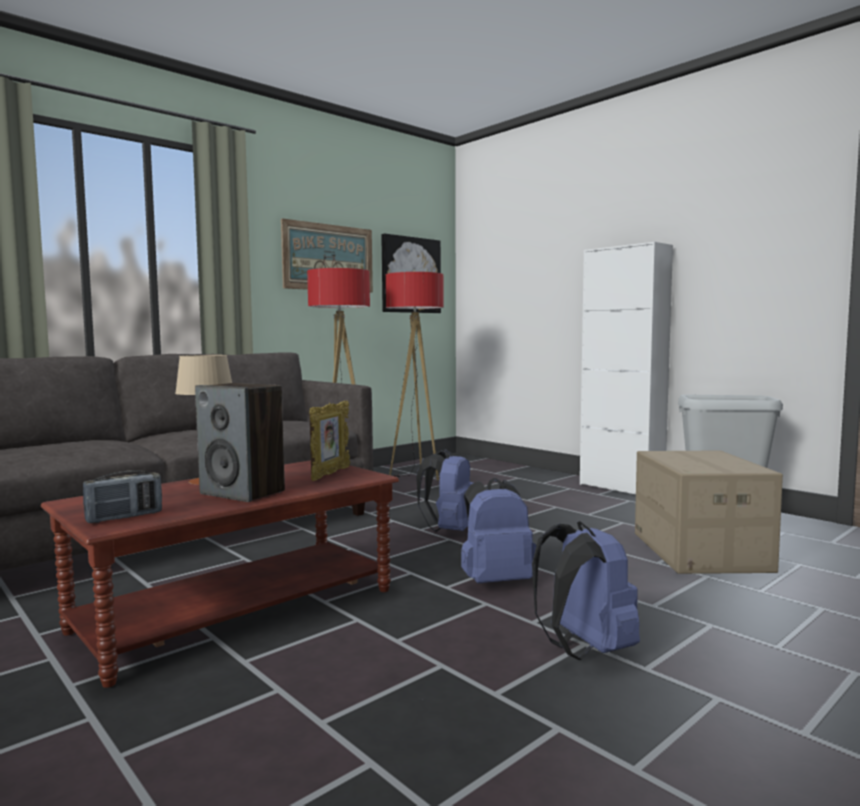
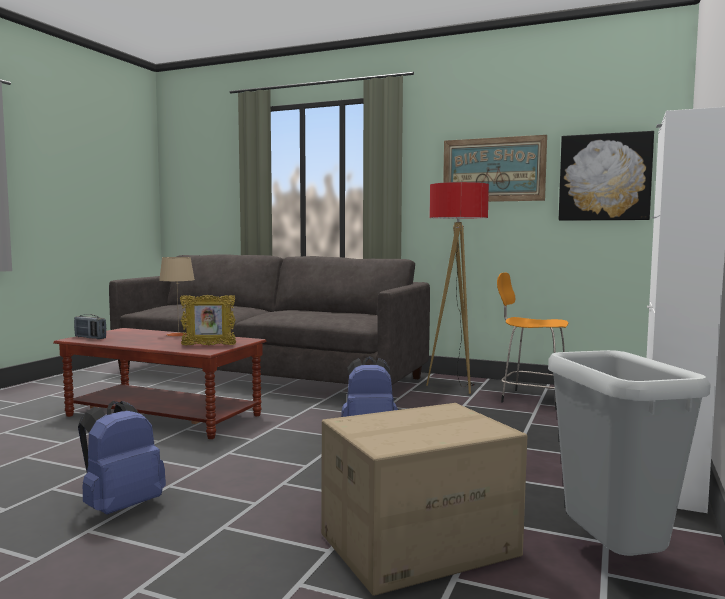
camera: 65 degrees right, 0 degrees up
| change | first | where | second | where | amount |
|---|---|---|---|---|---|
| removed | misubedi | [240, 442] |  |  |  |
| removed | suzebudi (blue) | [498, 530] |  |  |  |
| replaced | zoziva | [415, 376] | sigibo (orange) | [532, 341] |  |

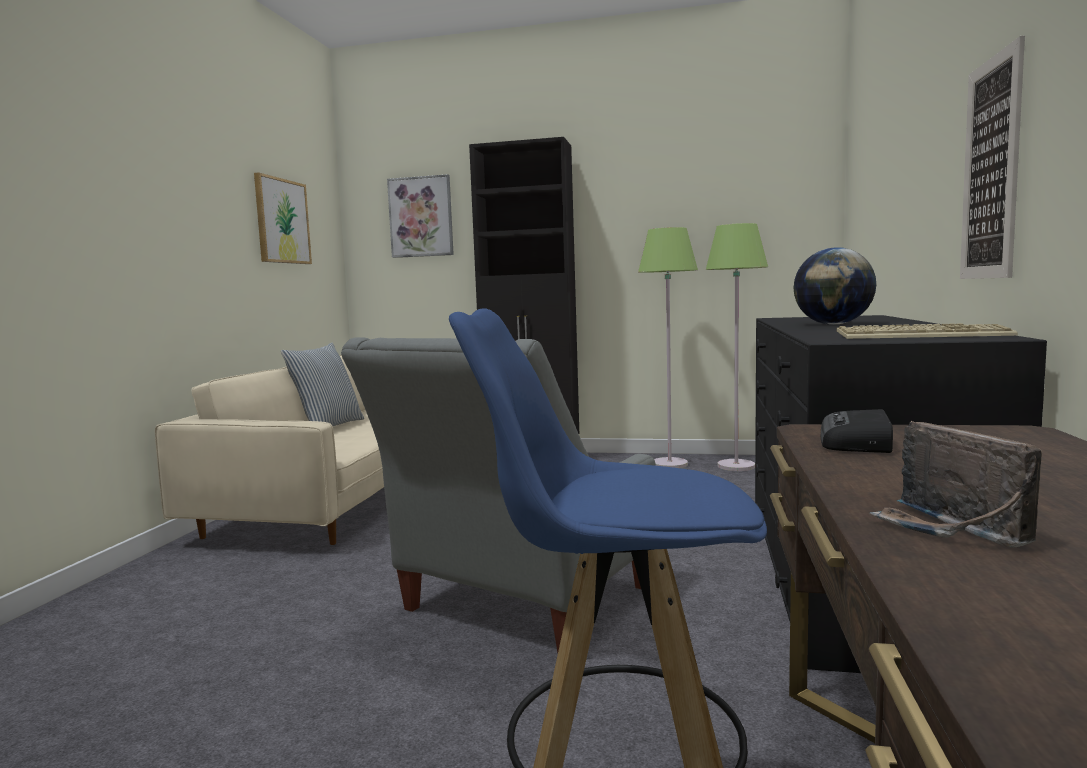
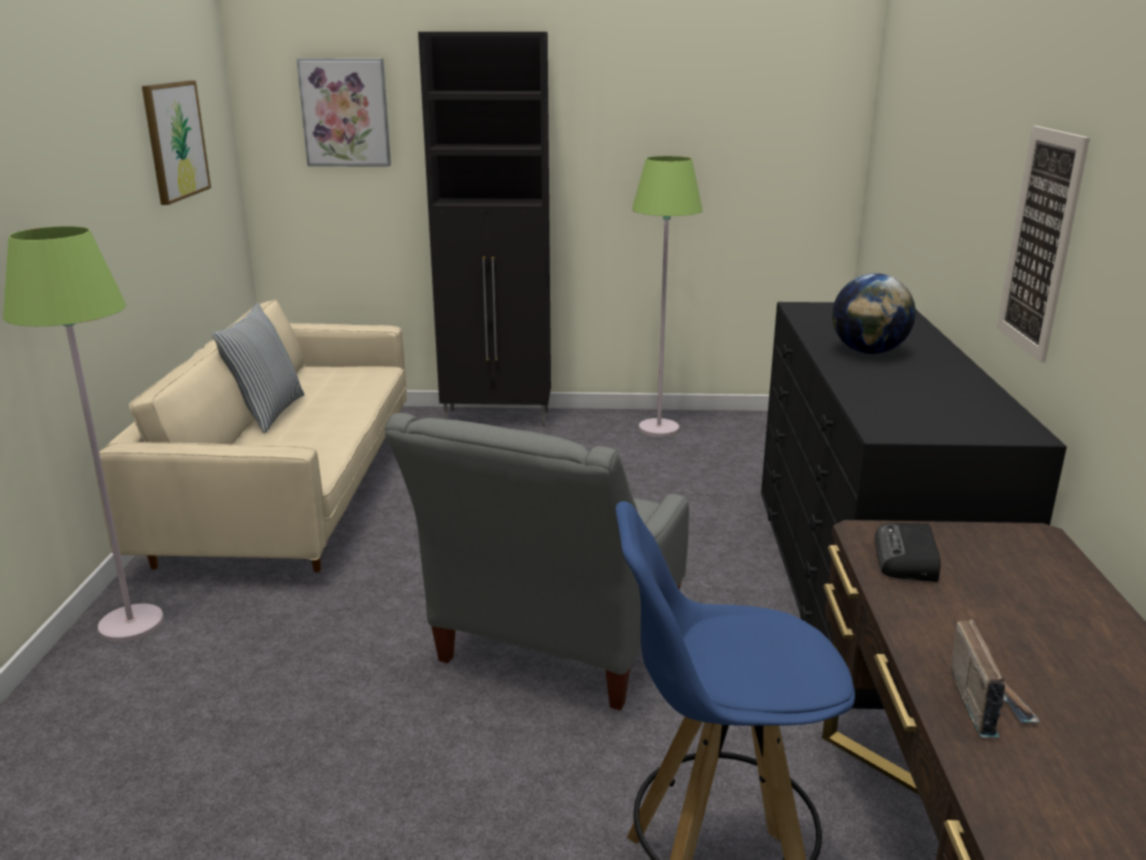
camera: 10 degrees left, 15 degrees up
| change | first | where | second | where | amount |
|---|---|---|---|---|---|
| removed | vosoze | [927, 331] |  |  |  |
| moved | zoziva (green) | [737, 347] |  | [83, 434] |  |
| turned | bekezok | [955, 484] |  | [995, 678] | 150 degrees counterclockwise |

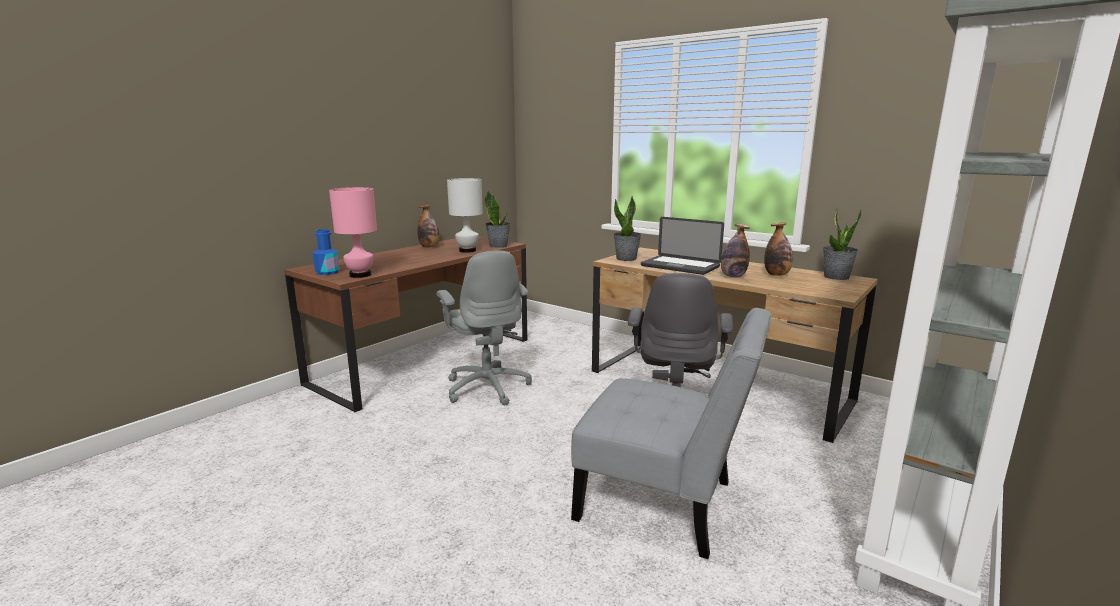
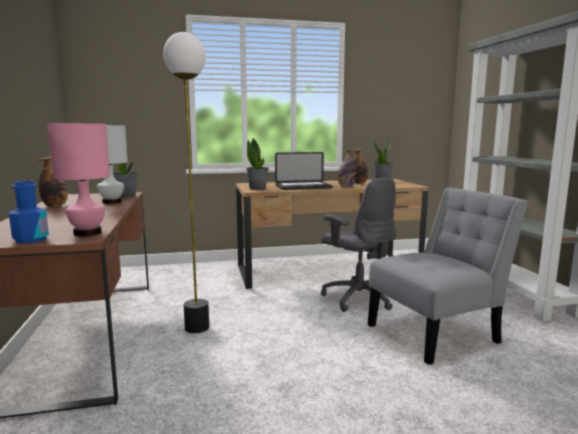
camera: 50 degrees left, 5 degrees down
| change | first | where | second | where | amount |
|---|---|---|---|---|---|
| replaced | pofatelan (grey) | [484, 328] | zoziva | [186, 182] |  |

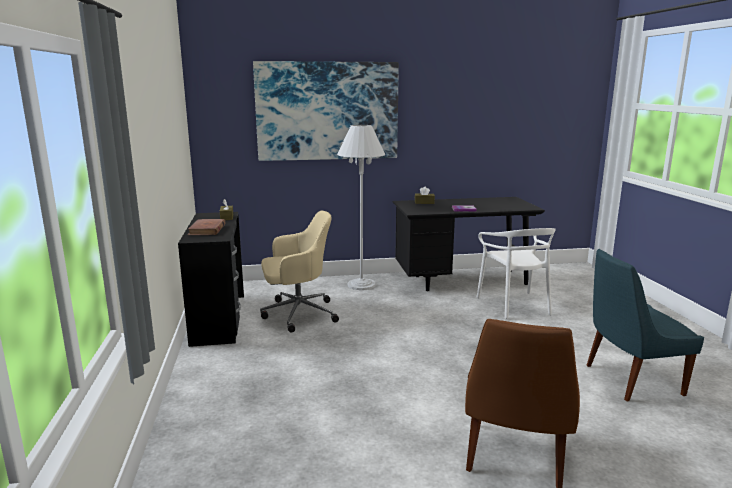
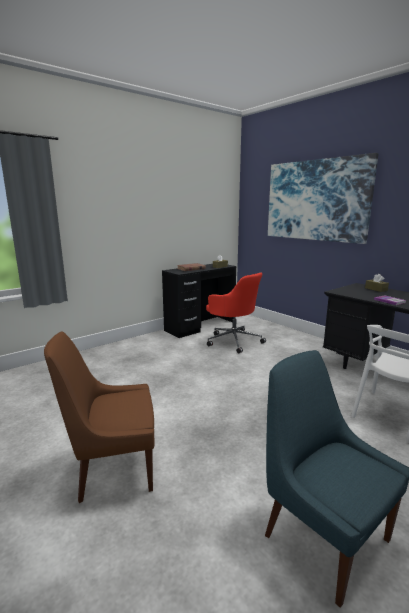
camera: 60 degrees right, 0 degrees up
| change | first | where | second | where | amount |
|---|---|---|---|---|---|
| removed | zoziva (white) | [361, 207] |  |  |  |
| recoloured | pofatelan (beige) | [299, 272] | pofatelan (red) | [236, 313] |  |

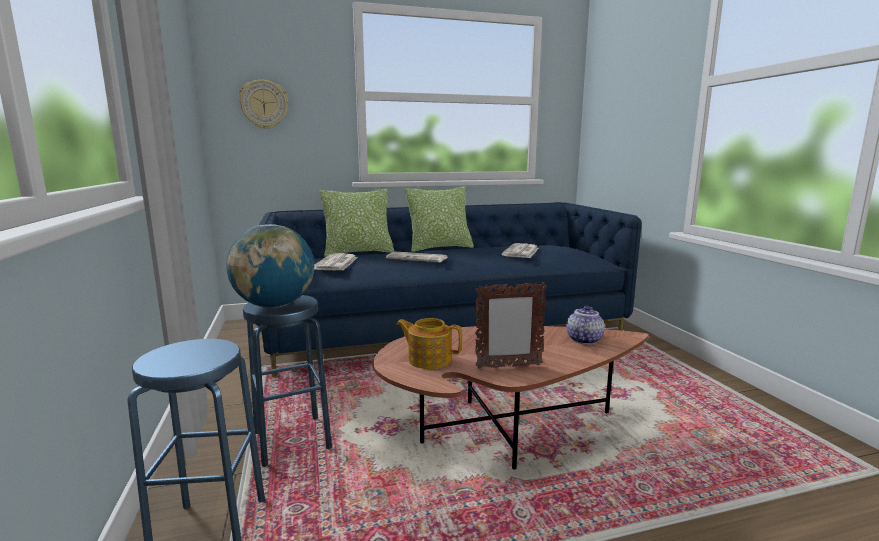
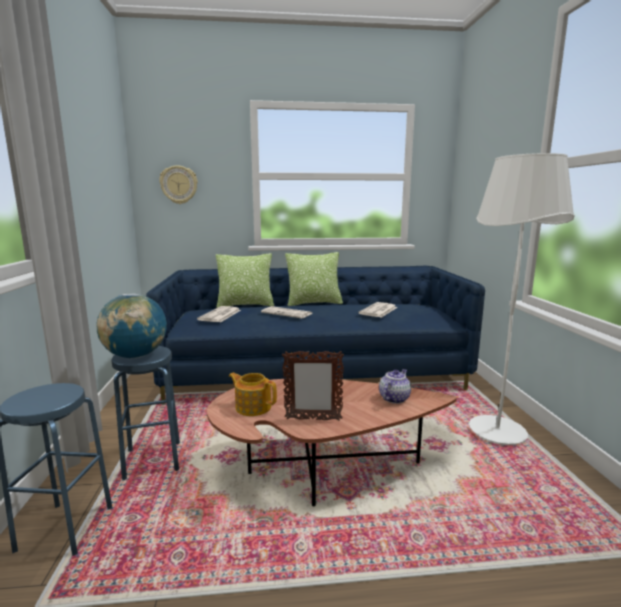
camera: 10 degrees right, 0 degrees up
| change | first | where | second | where | amount |
|---|---|---|---|---|---|
| added |  |  | zoziva (white) | [522, 299] |  |

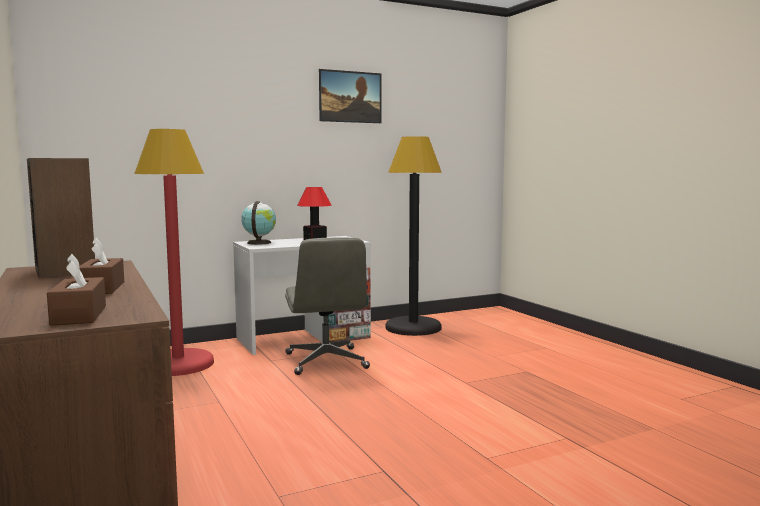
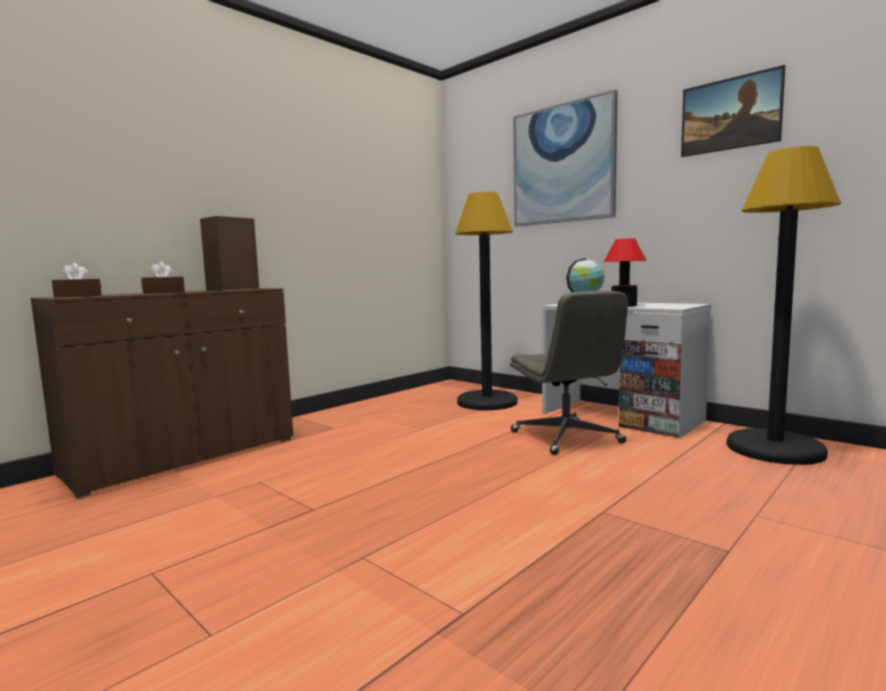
camera: 70 degrees right, 0 degrees up
| change | first | where | second | where | amount |
|---|---|---|---|---|---|
| added |  |  | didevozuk | [565, 158] |  |
| recoloured | zoziva (red) | [174, 252] | zoziva (black) | [486, 301] |  |
| turned | pofatelan (grey) | [327, 306] |  | [569, 373] | 75 degrees counterclockwise |

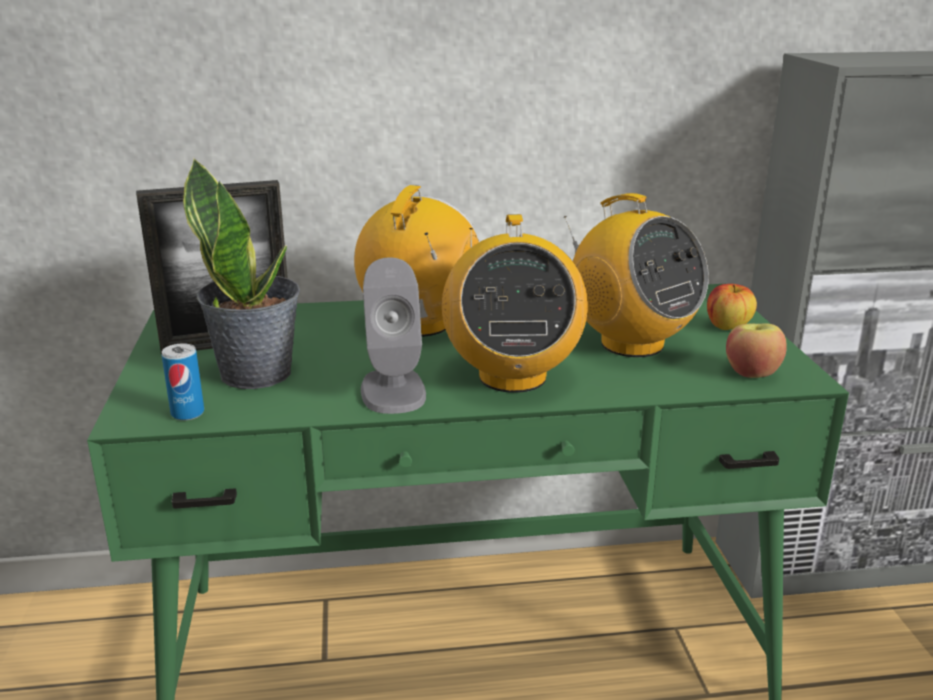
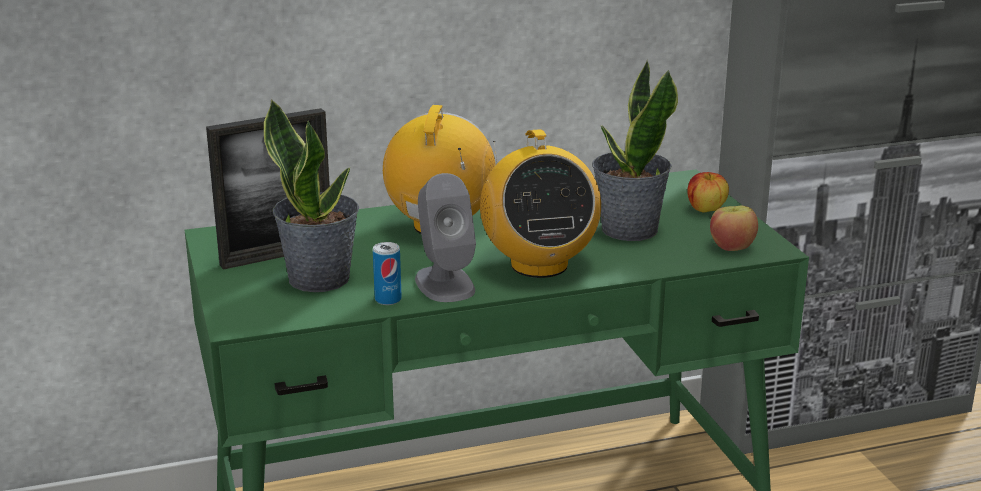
camera: 10 degrees left, 0 degrees up
| change | first | where | second | where | amount |
|---|---|---|---|---|---|
| moved | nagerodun | [183, 382] |  | [387, 273] |  |
| replaced | bekezok | [636, 275] | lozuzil | [635, 150] |  |

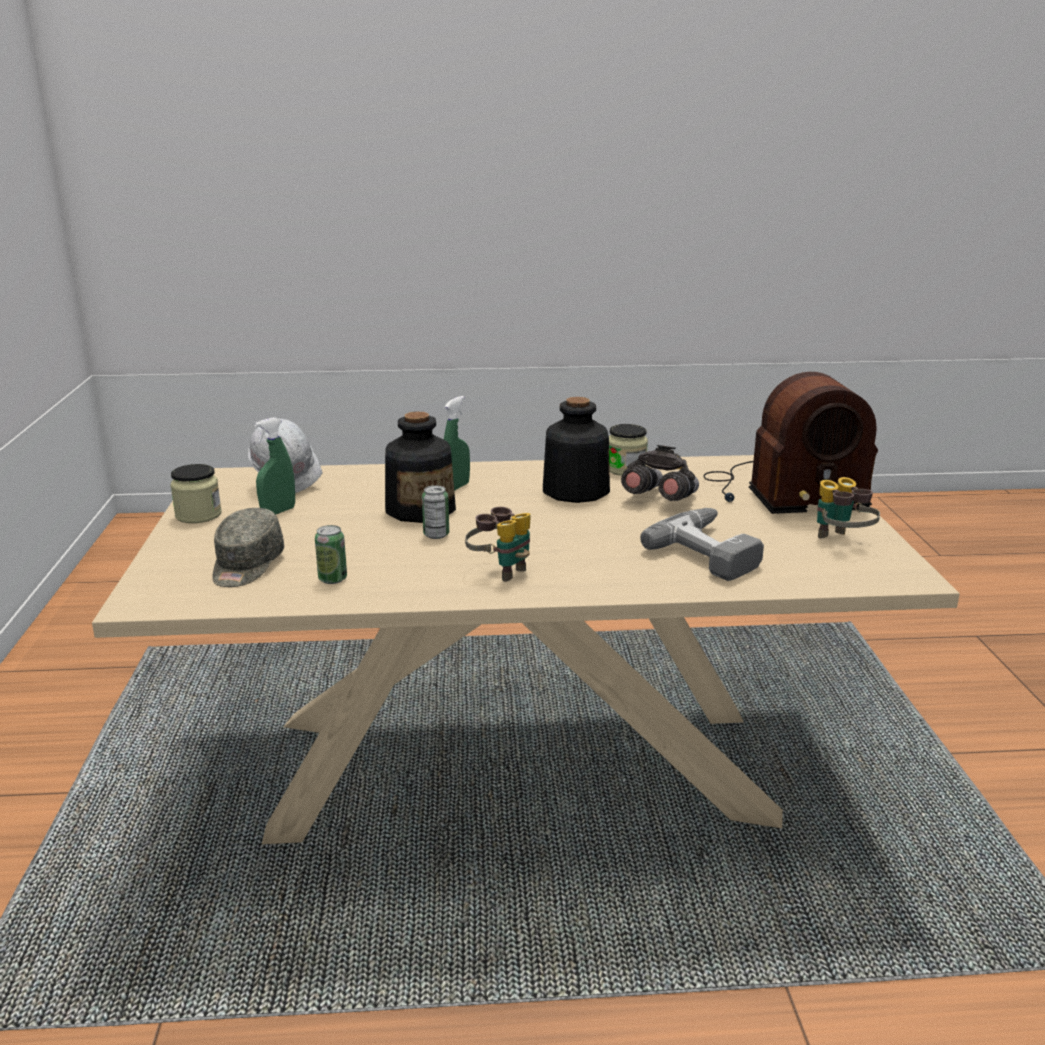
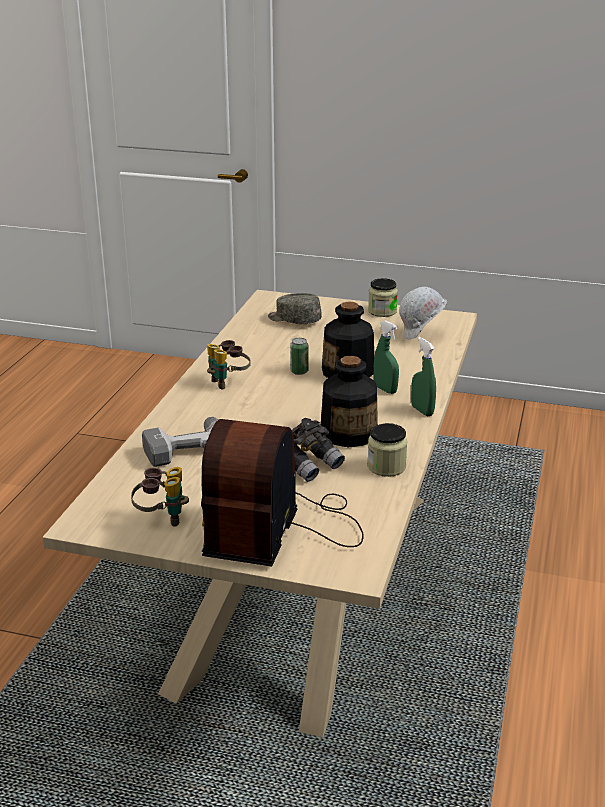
camera: 110 degrees right, 5 degrees up
| change | first | where | second | where | amount |
|---|---|---|---|---|---|
| removed | nagerodun | [331, 554] |  |  |  |
| moved | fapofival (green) | [274, 466] |  | [423, 376] |  |

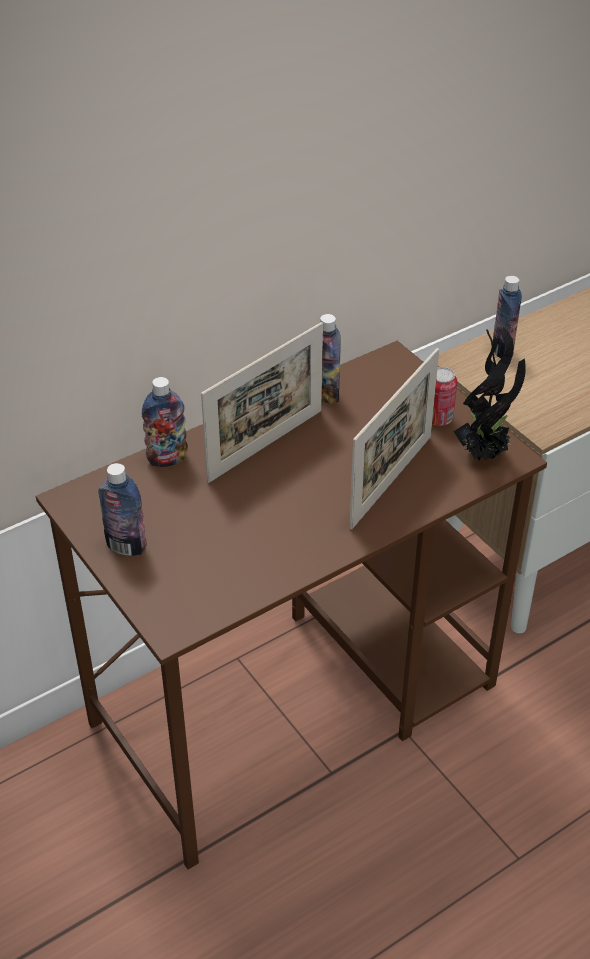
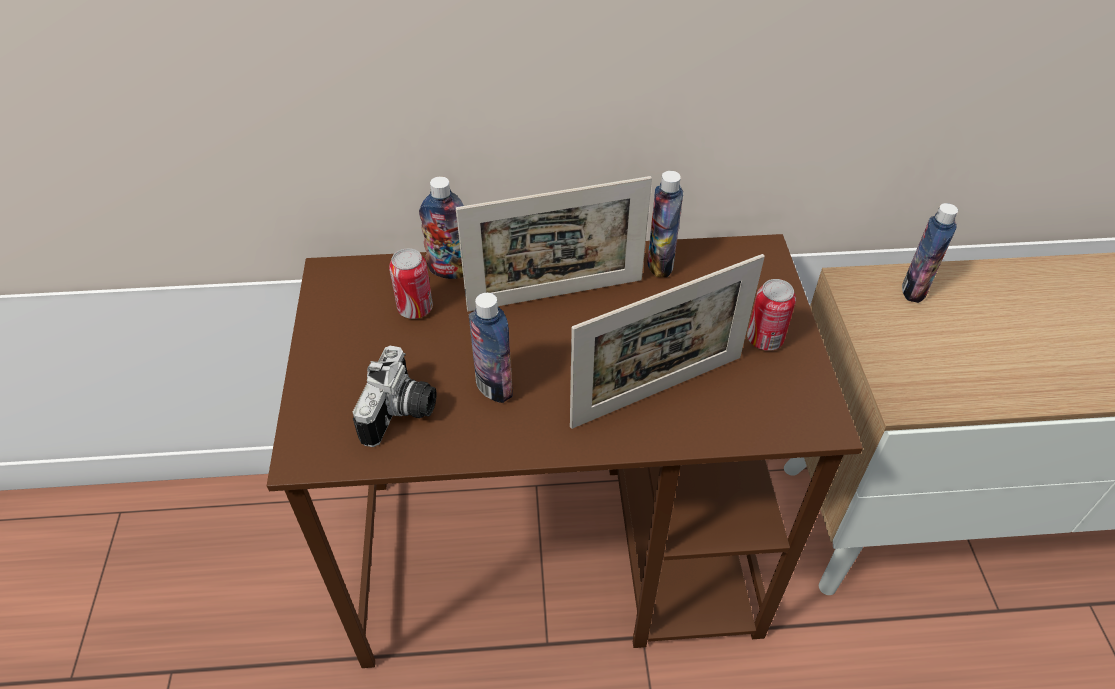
camera: 30 degrees right, 5 degrees up
| change | first | where | second | where | amount |
|---|---|---|---|---|---|
| removed | lozuzil | [489, 393] |  |  |  |
| added |  |  | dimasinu | [395, 396] |  |
| added |  |  | nagerodun | [411, 283] |  |
| moved | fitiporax | [122, 509] |  | [491, 348] |  |

